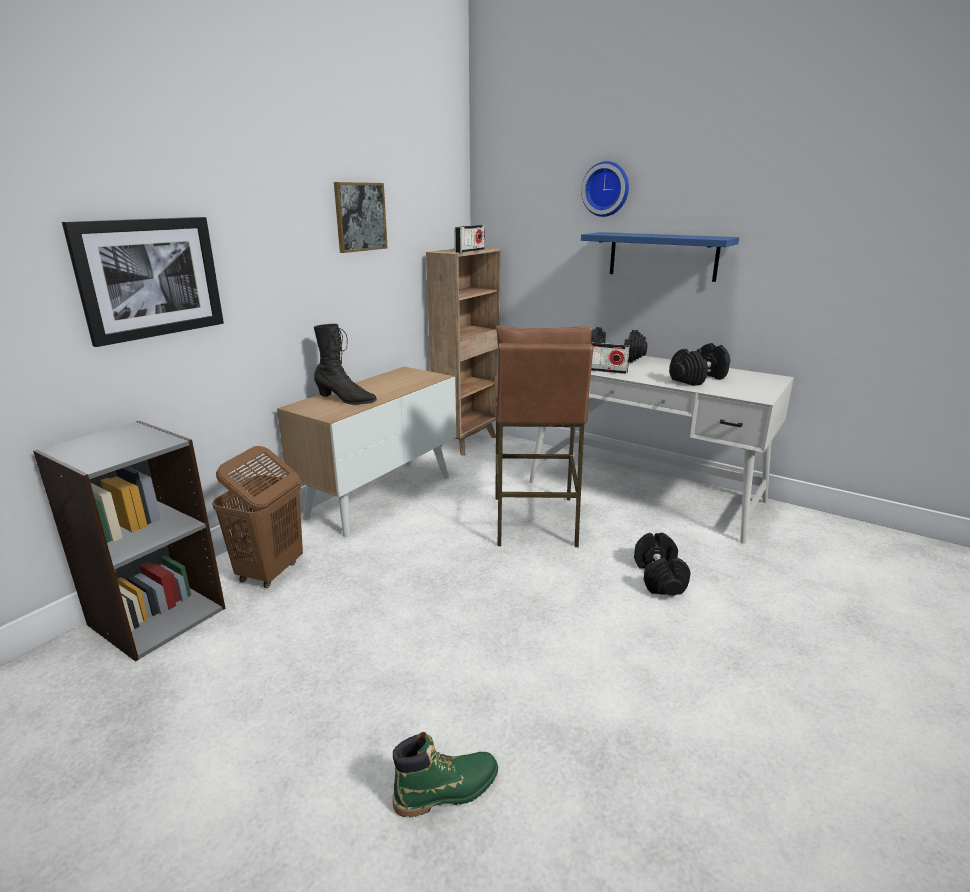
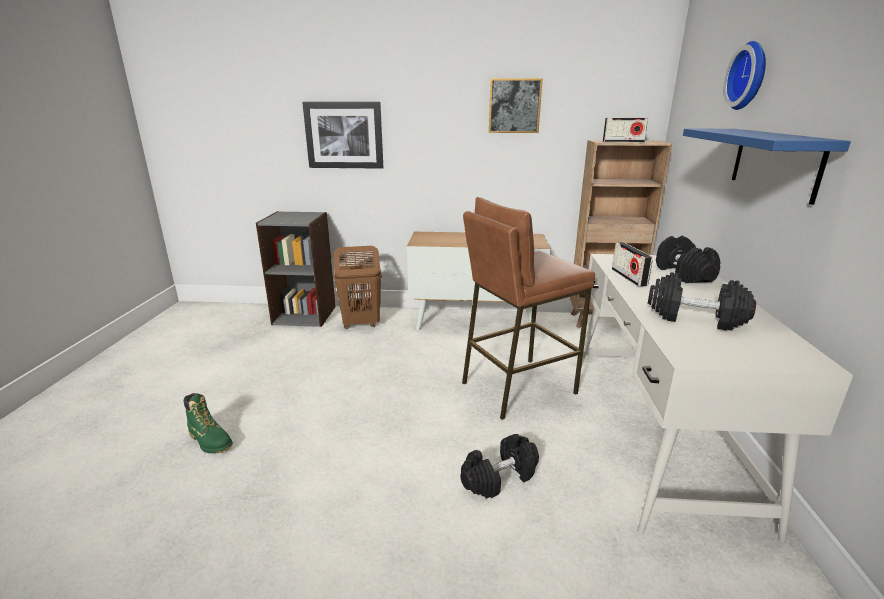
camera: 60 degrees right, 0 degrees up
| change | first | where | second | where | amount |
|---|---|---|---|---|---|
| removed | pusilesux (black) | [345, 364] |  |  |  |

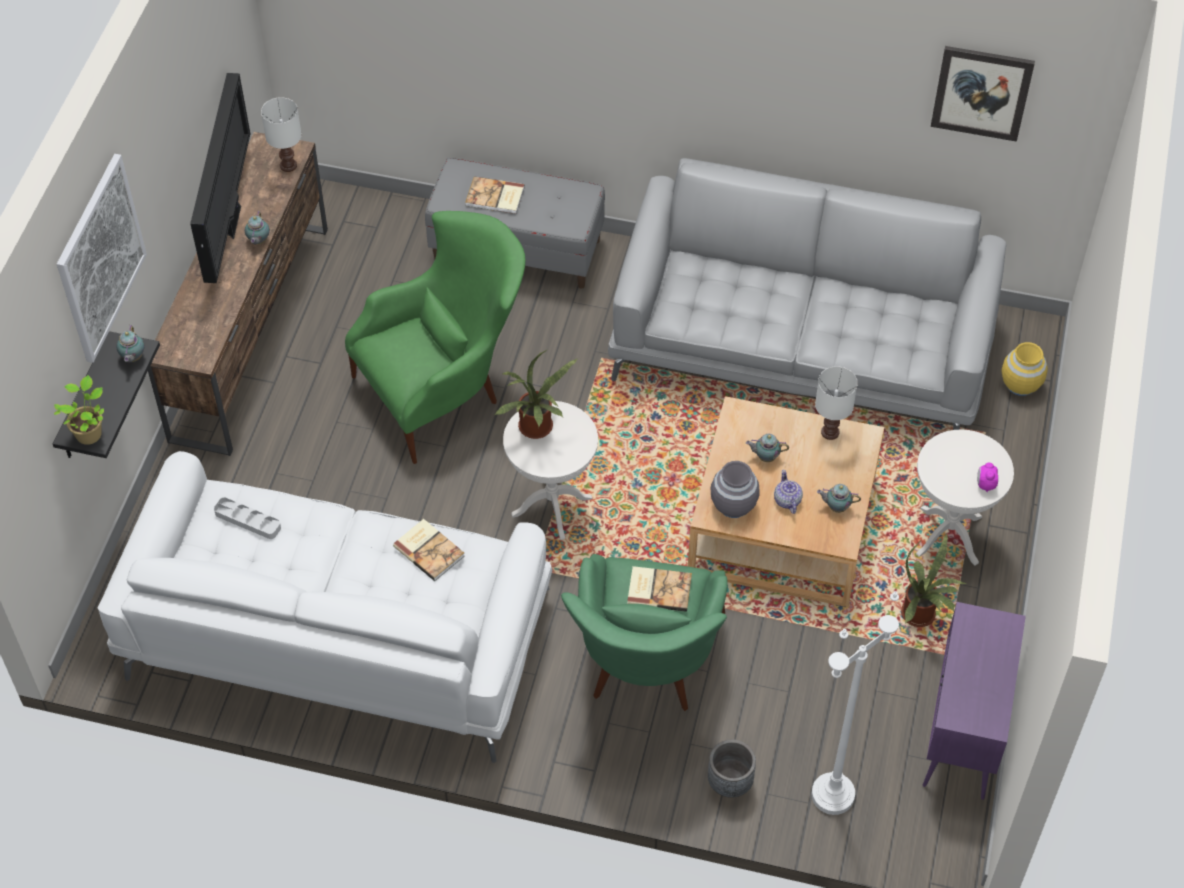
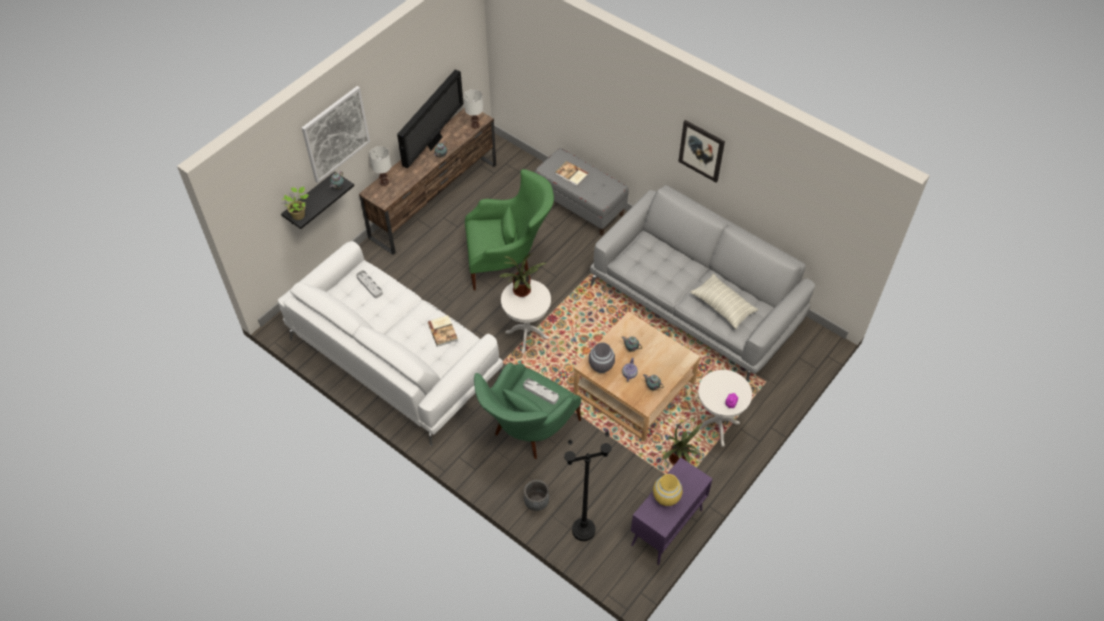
camera: 25 degrees right, 0 degrees up
| change | first | where | second | where | amount |
|---|---|---|---|---|---|
| added |  |  | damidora | [724, 301] |  |
| moved | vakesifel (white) | [836, 403] |  | [380, 166] |  |
| moved | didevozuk | [983, 94] |  | [701, 151] |  |
| moved | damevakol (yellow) | [1025, 369] |  | [668, 490] |  |
| replaced | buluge | [659, 589] | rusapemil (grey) | [541, 391] |  |
| recoloured | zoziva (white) | [855, 703] | zoziva (black) | [588, 486] |  |

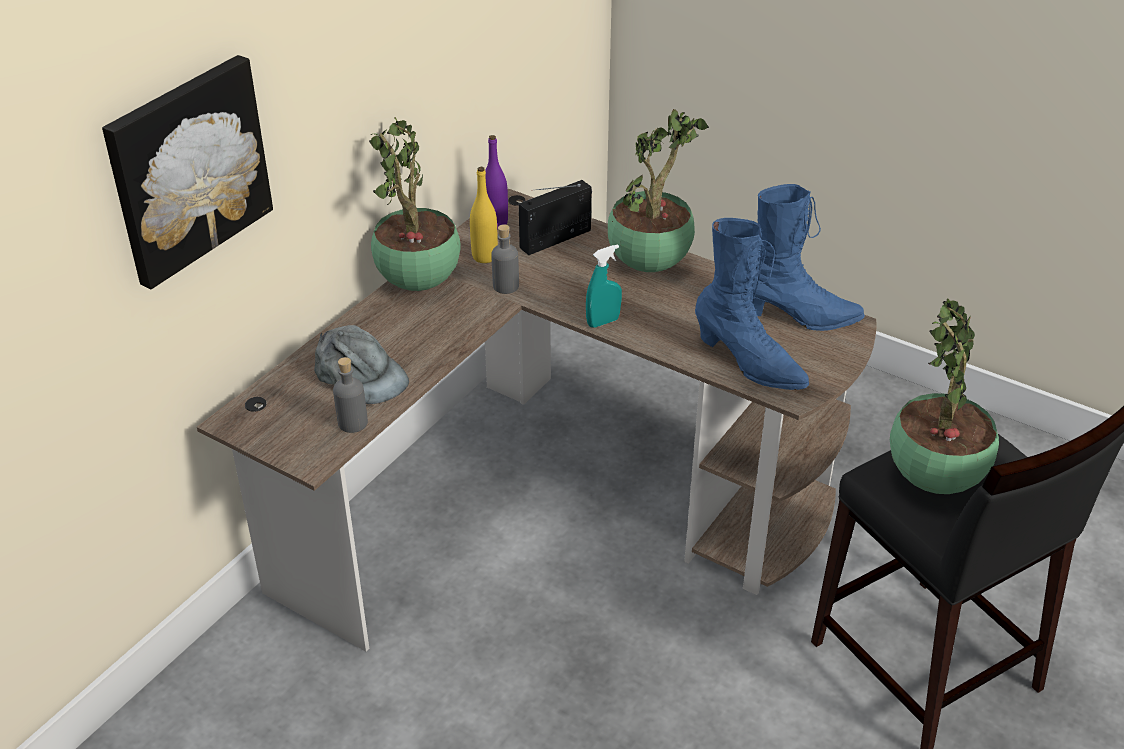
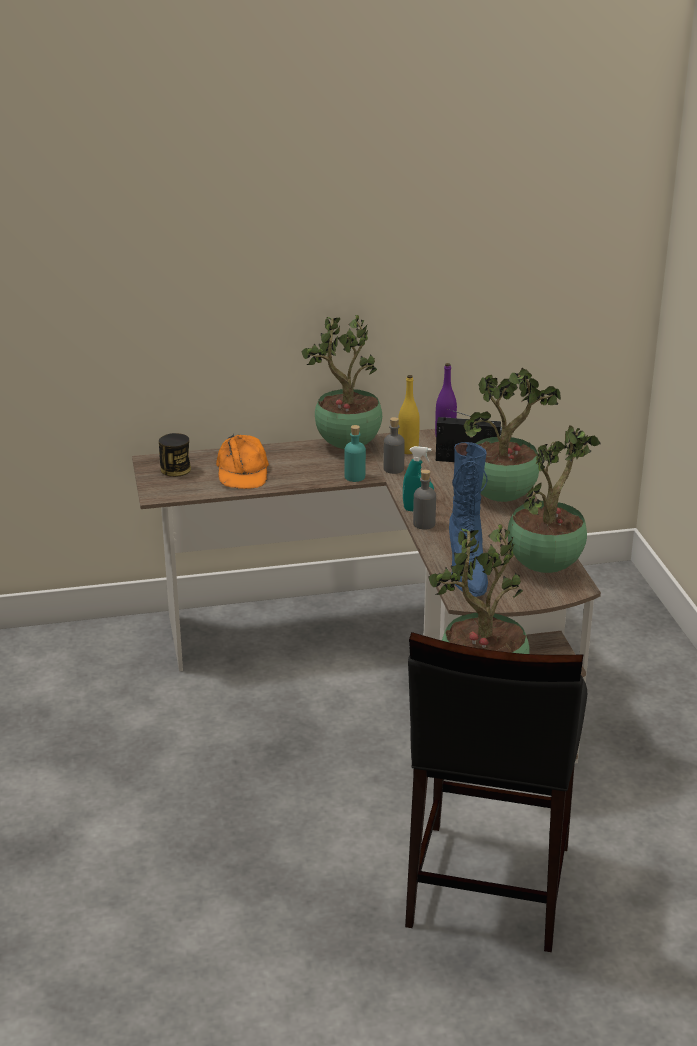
camera: 45 degrees right, 10 degrees down
| change | first | where | second | where | amount |
|---|---|---|---|---|---|
| removed | didevozuk | [187, 172] |  |  |  |
| added |  |  | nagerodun | [175, 455] |  |
| added |  |  | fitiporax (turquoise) | [355, 453] |  |
| moved | fitiporax (grey) | [350, 395] |  | [424, 499] |  |
| replaced | pusilesux (blue) | [808, 257] | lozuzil | [554, 499] |  |
| recoloured | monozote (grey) | [361, 364] | monozote (orange) | [242, 461] |  |

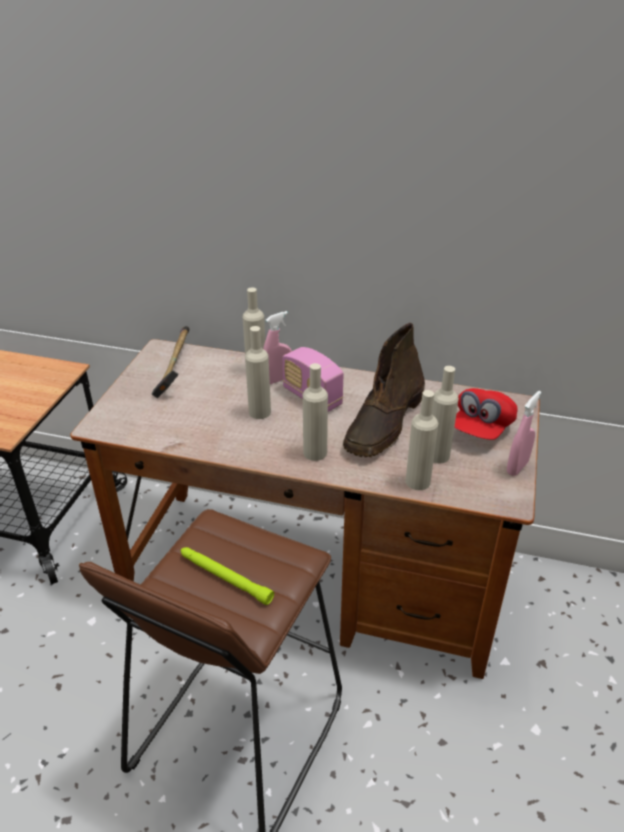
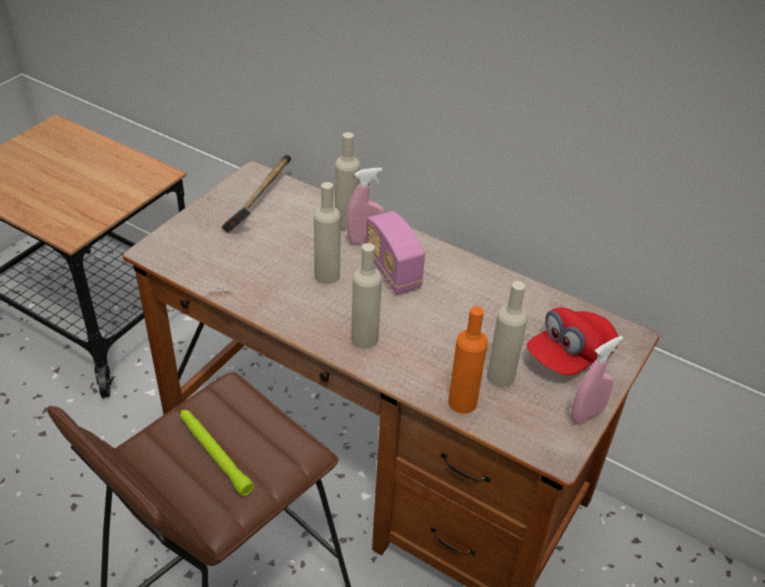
camera: 15 degrees right, 5 degrees up
| change | first | where | second | where | amount |
|---|---|---|---|---|---|
| removed | pusilesux (brown) | [384, 390] |  |  |  |
| recoloured | fitiporax (beige) | [422, 440] | fitiporax (orange) | [468, 360] |  |

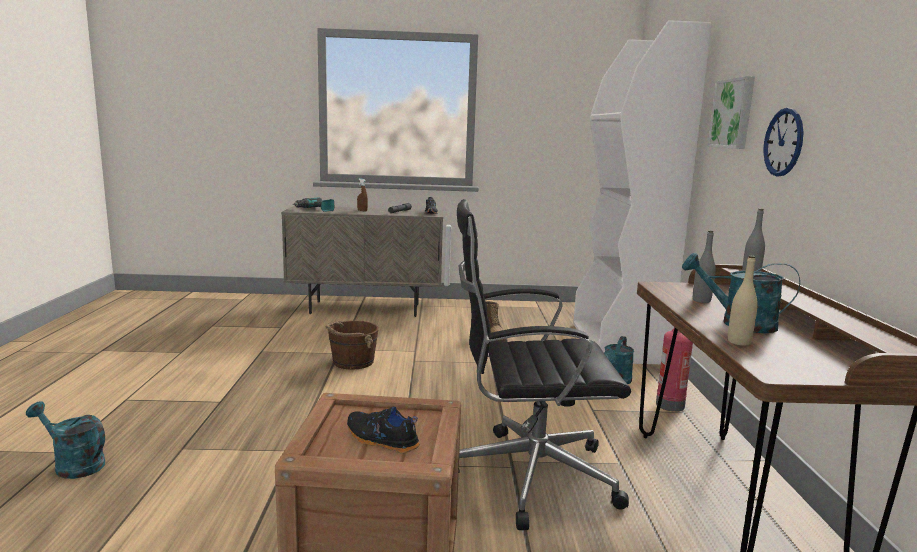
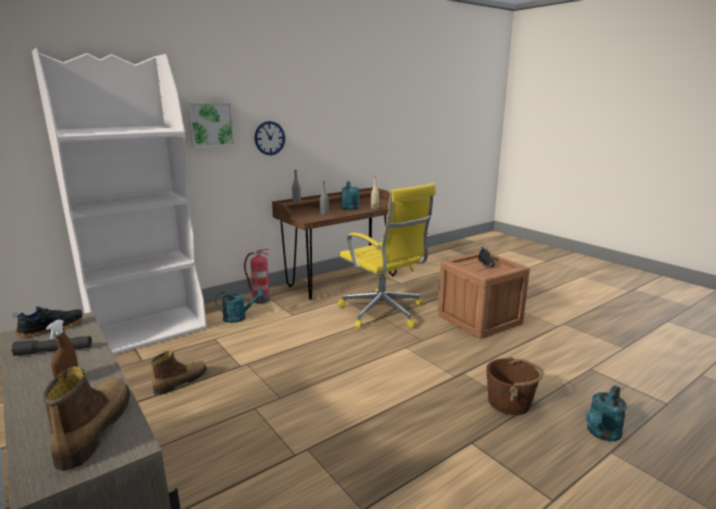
camera: 125 degrees left, 5 degrees up
| change | first | where | second | where | amount |
|---|---|---|---|---|---|
| moved | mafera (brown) | [352, 345] |  | [514, 386] |  |
| replaced | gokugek | [313, 204] | pusilesux | [86, 418] |  |
| recoloured | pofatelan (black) | [544, 364] | pofatelan (yellow) | [387, 255] |  |
| turned | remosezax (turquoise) | [65, 440] |  | [606, 413] | 60 degrees clockwise |

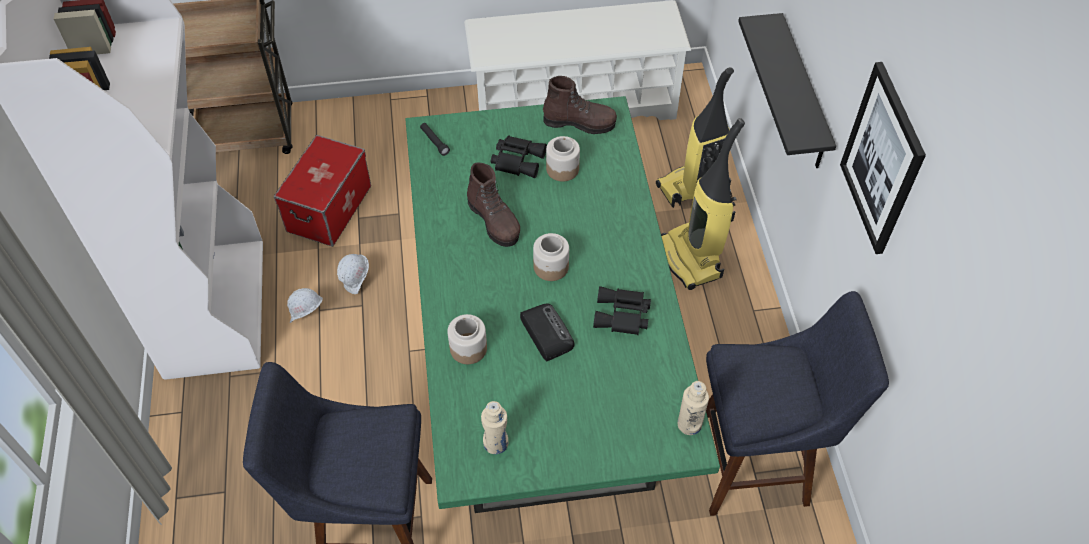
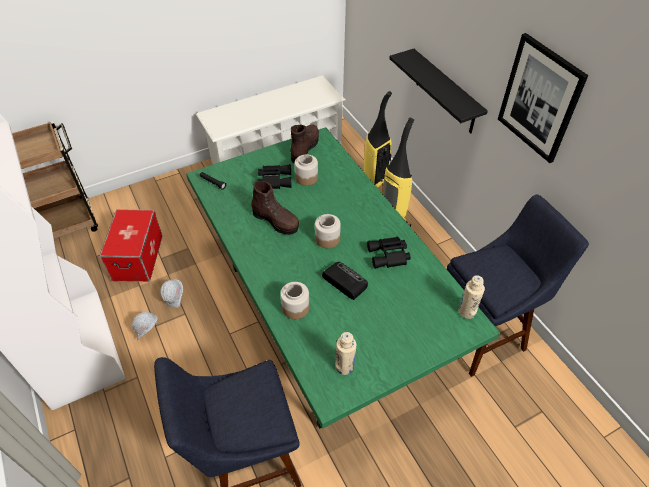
camera: 20 degrees left, 5 degrees down
| change | first | where | second | where | amount |
|---|---|---|---|---|---|
| turned | pusilesux (brown) | [580, 105] |  | [304, 144] | 60 degrees counterclockwise |

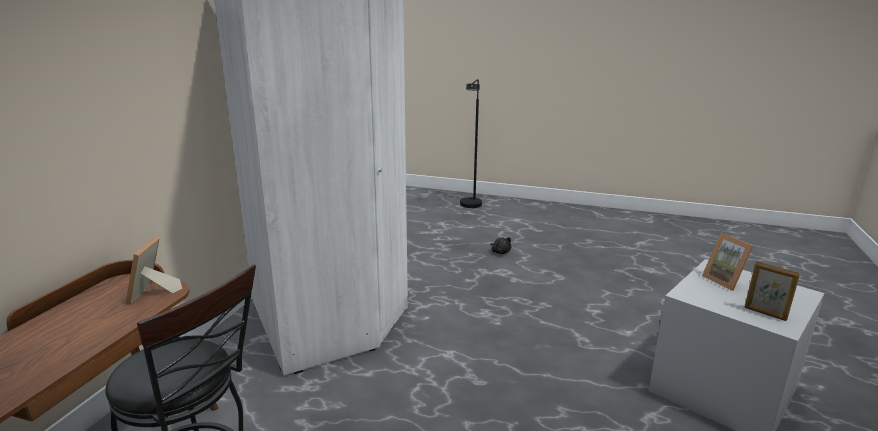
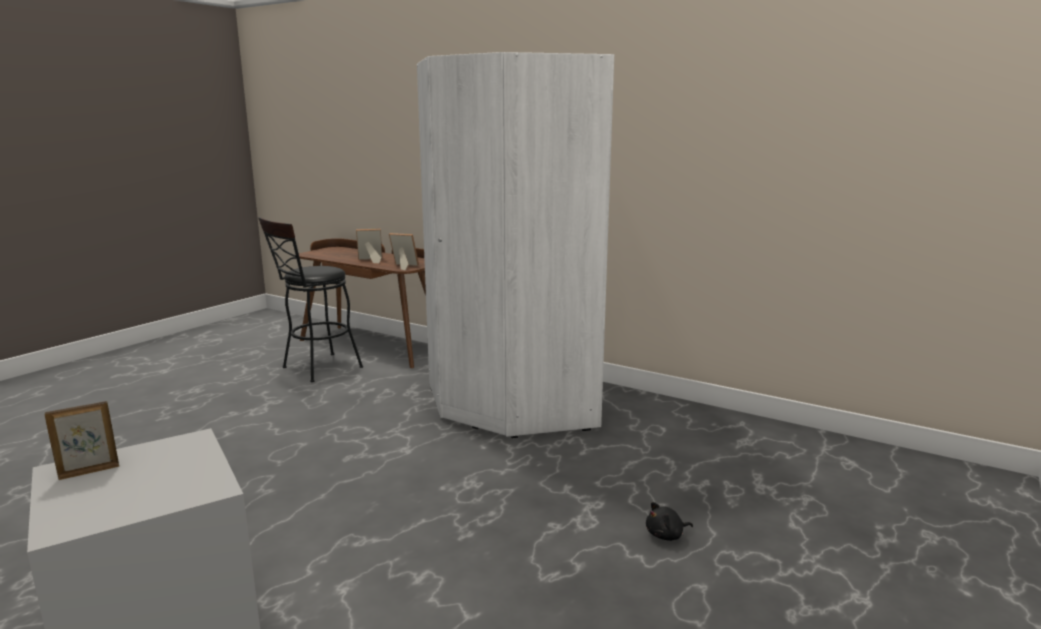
camera: 105 degrees right, 5 degrees down
| change | first | where | second | where | amount |
|---|---|---|---|---|---|
| removed | zoziva (black) | [471, 143] |  |  |  |
| moved | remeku | [727, 262] |  | [369, 245] |  |

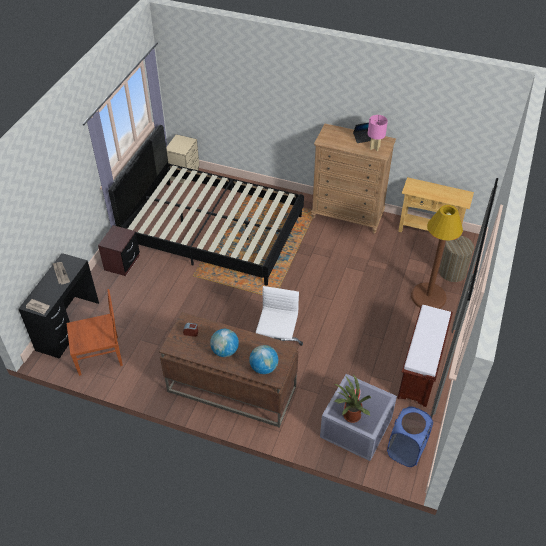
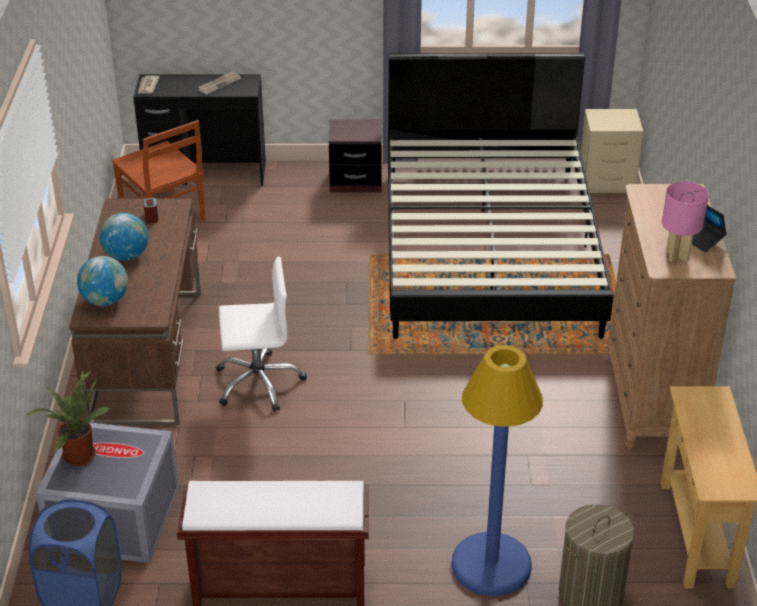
camera: 70 degrees right, 10 degrees down
| change | first | where | second | where | amount |
|---|---|---|---|---|---|
| recoloured | zoziva (brown) | [437, 257] | zoziva (blue) | [497, 470] |  |

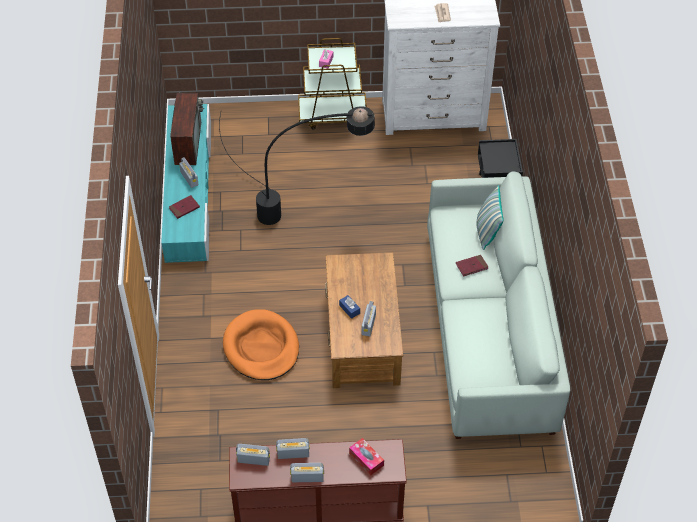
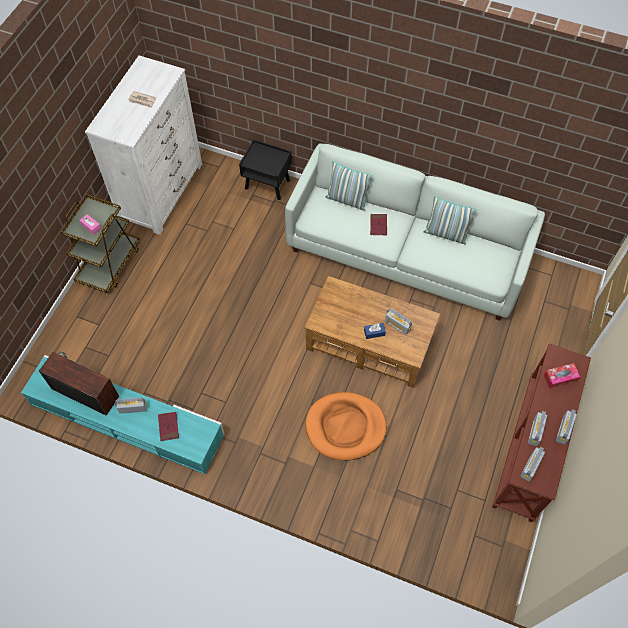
camera: 65 degrees left, 10 degrees up
| change | first | where | second | where | amount |
|---|---|---|---|---|---|
| removed | zoziva (black) | [297, 165] |  |  |  |
| added |  |  | damidora | [450, 220] |  |

